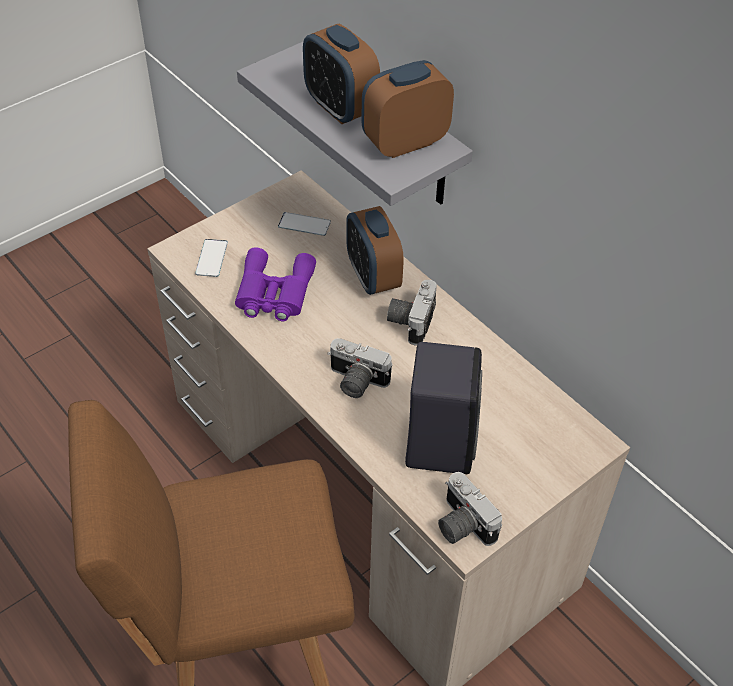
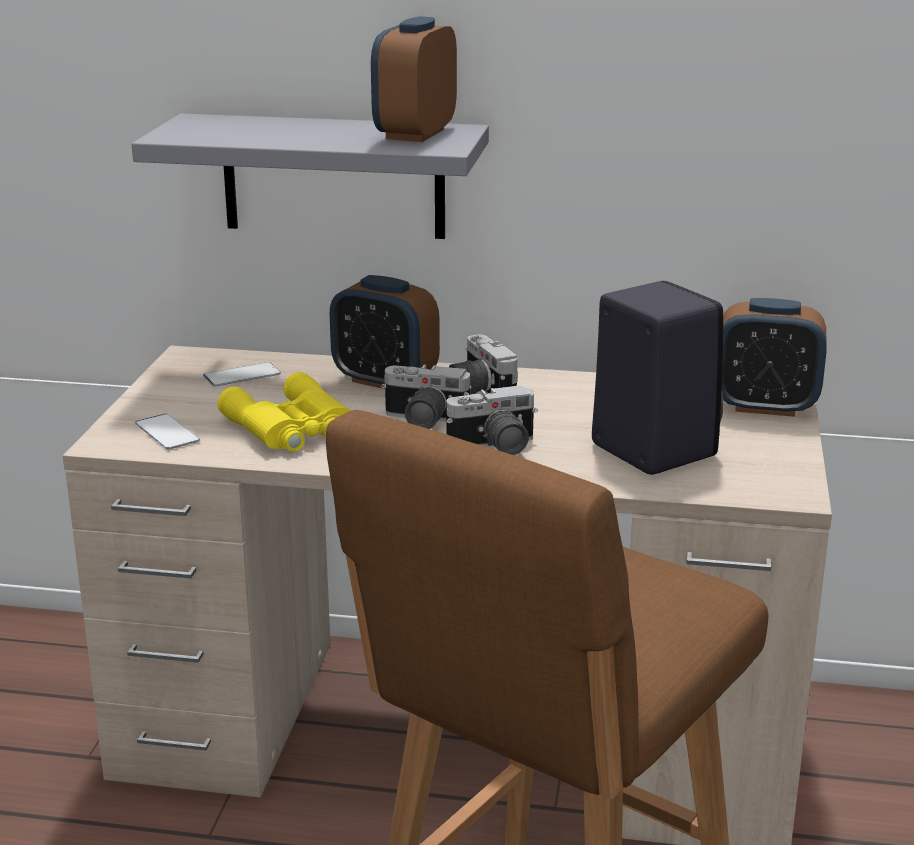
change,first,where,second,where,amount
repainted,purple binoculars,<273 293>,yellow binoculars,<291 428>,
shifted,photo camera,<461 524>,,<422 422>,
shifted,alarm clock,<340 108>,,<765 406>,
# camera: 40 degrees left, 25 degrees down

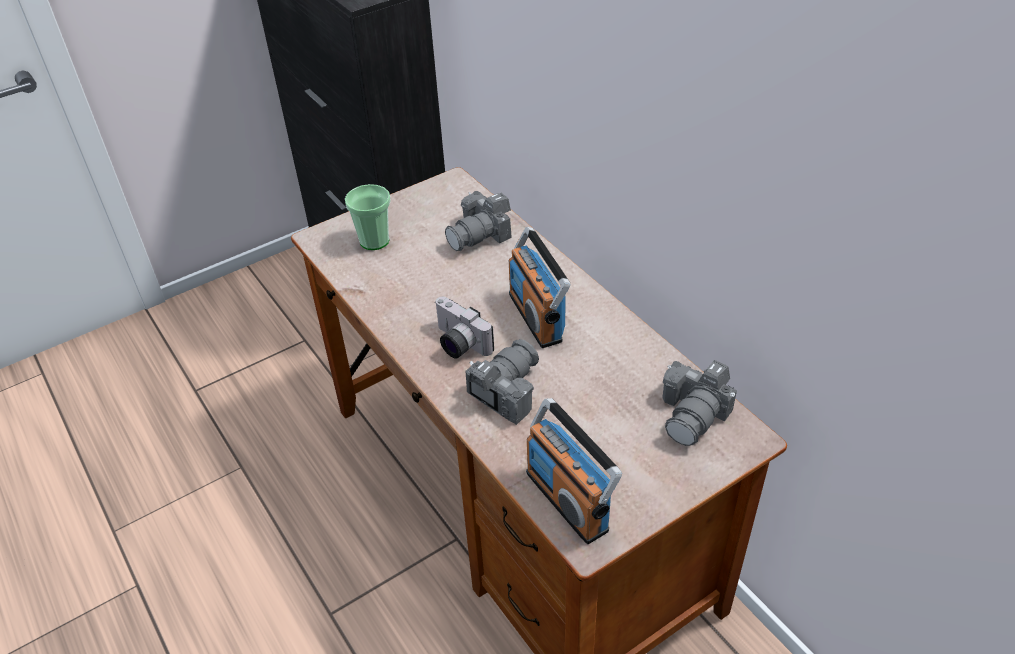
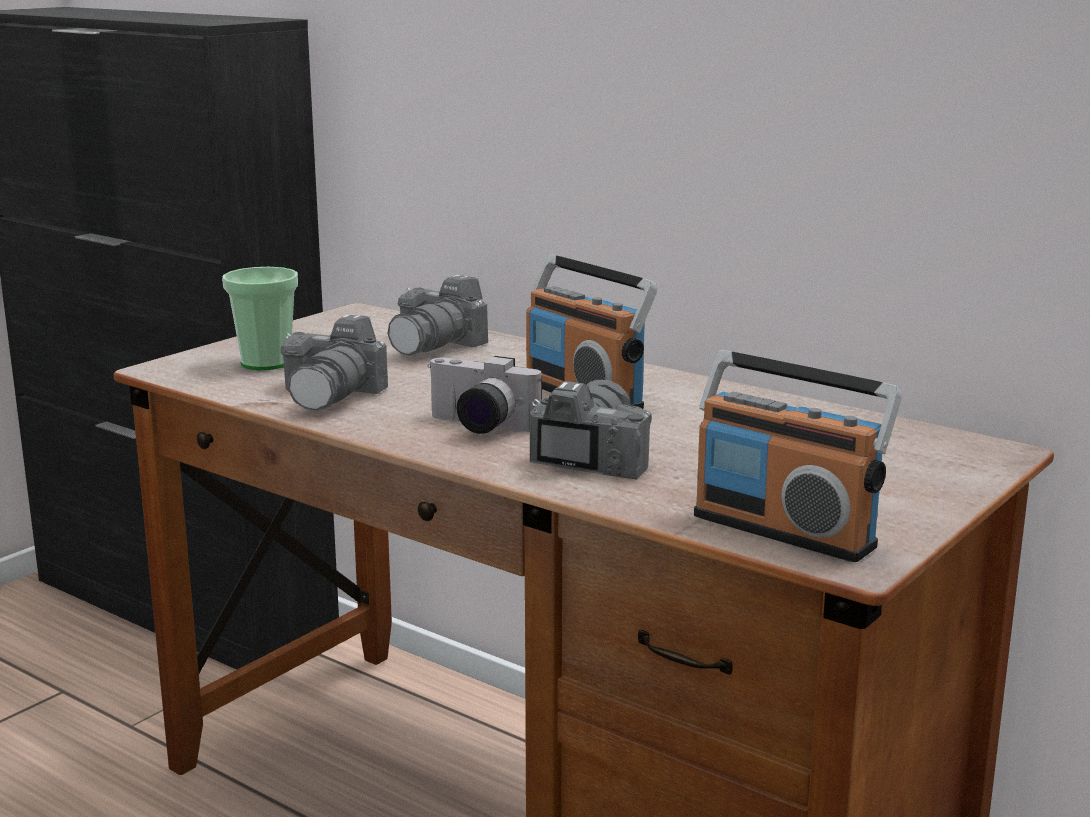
change,first,where,second,where,amount
shifted,photo camera,<694 414>,,<333 394>,
# camera: 20 degrees left, 25 degrees down

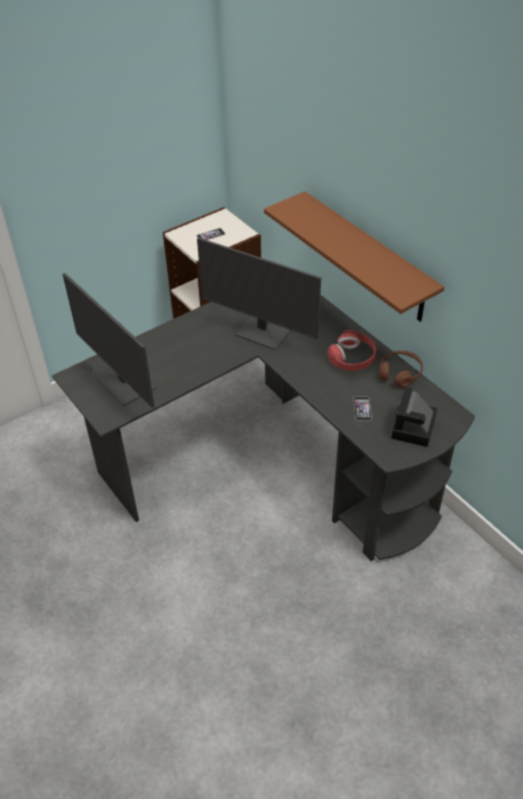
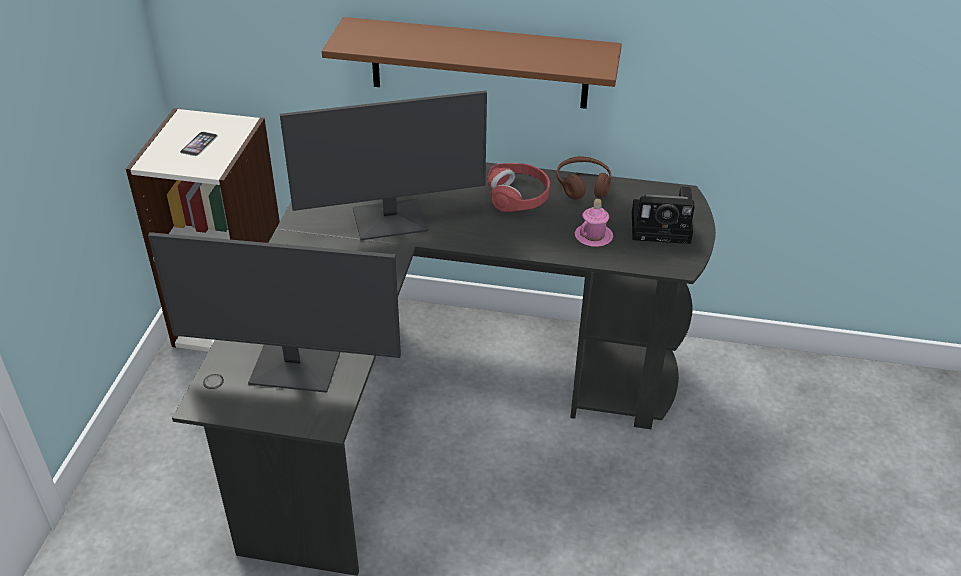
change,first,where,second,where,amount
swapped,phone,<362 408>,pink mug,<593 236>,
rotated,photo camera,<413 428>,,<663 227>,60 degrees counterclockwise
# camera: 45 degrees left, 5 degrees down

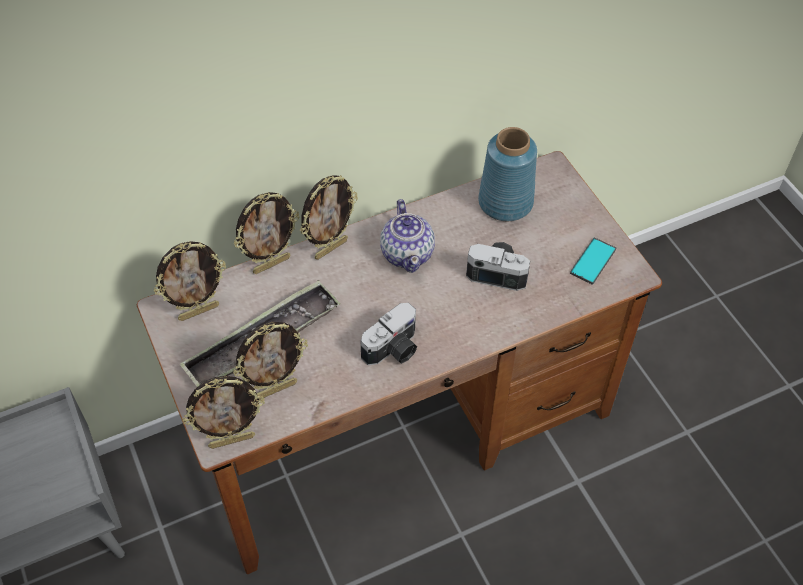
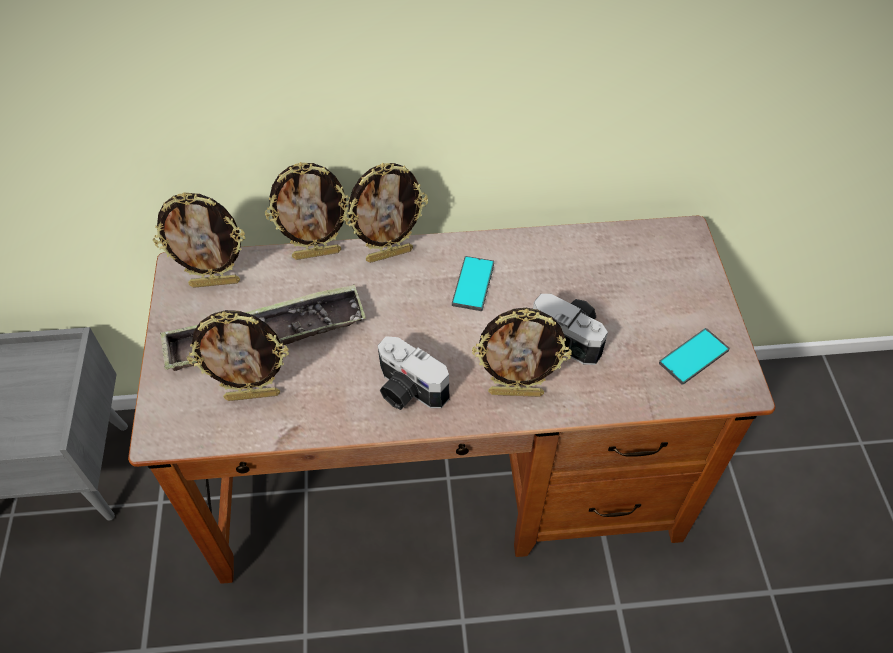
change,first,where,second,where,amount
rotated,photo camera,<394 350>,,<407 391>,60 degrees clockwise
swapped,teapot,<408 253>,phone,<473 284>,
shifted,picture frame,<232 440>,,<516 392>,
gone,blue vase,<504 202>,,,
# camera: 20 degrees right, 0 degrees up

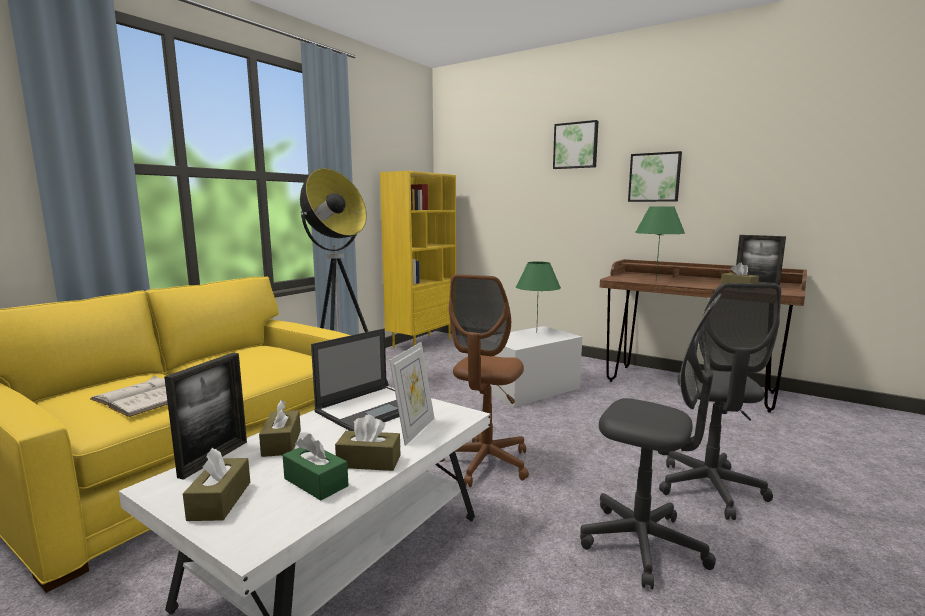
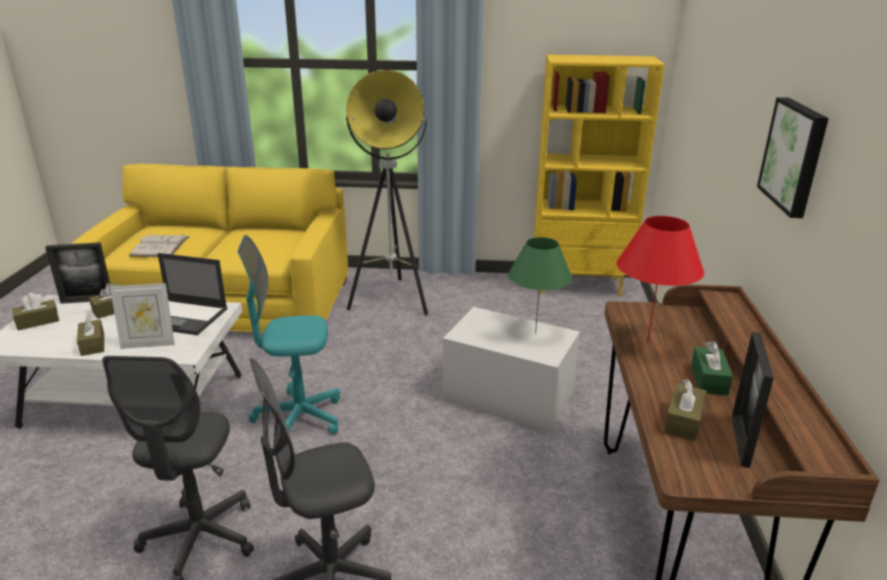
change,first,where,second,where,amount
repainted,brown office chair,<486 463>,turquoise office chair,<298 418>,
repainted,green table lamp,<655 281>,red table lamp,<647 343>,
shifted,green tissue box,<316 482>,,<709 379>,
gone,picture,<576 145>,,,
# camera: 60 degrees right, 15 degrees up

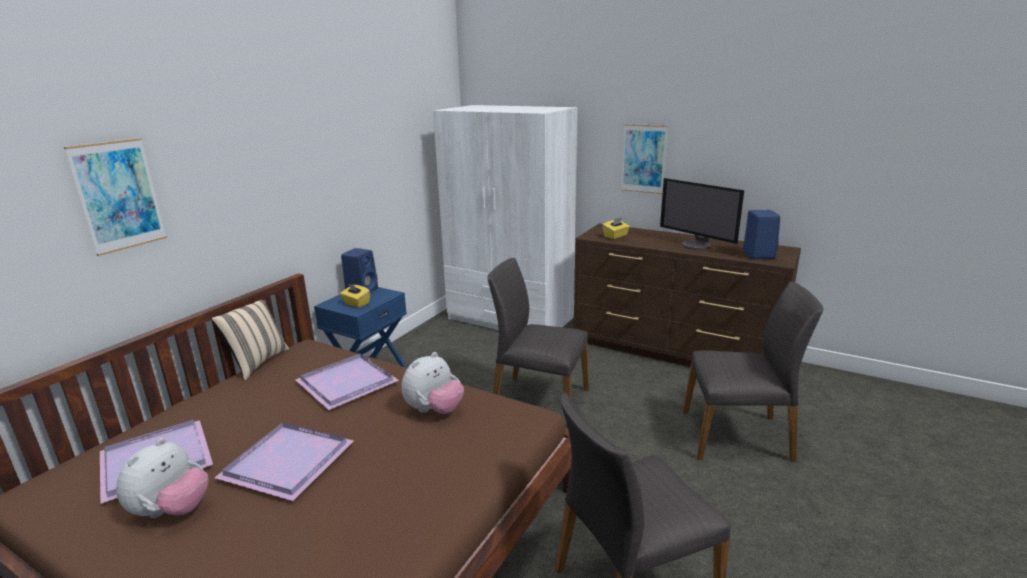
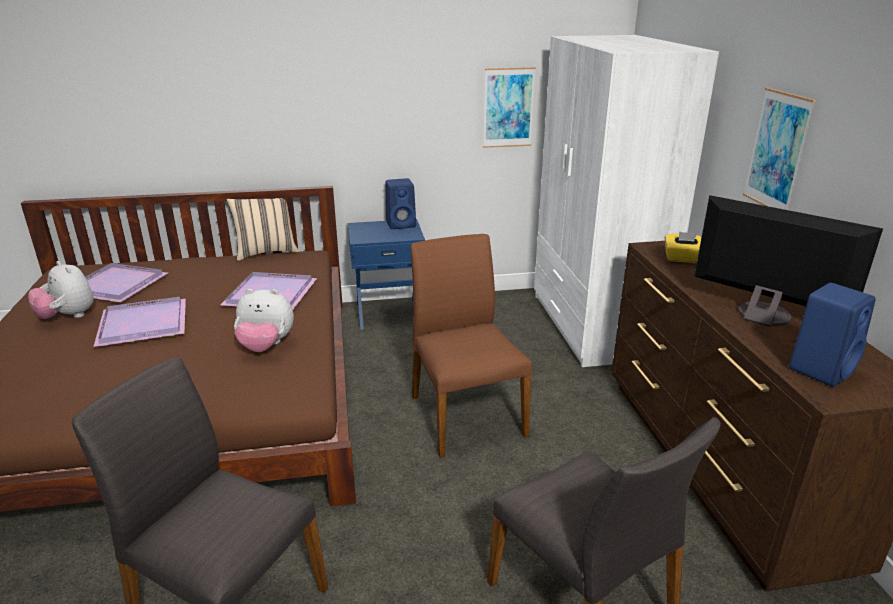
change,first,where,second,where,amount
rotated,plush toy,<172 510>,,<68 316>,60 degrees clockwise
repainted,grey chair,<539 400>,brown chair,<465 414>,
shifted,picture,<118 195>,,<508 108>,
rotated,monitor,<697 245>,,<762 315>,120 degrees clockwise
gone,yellow tissue box,<356 303>,,,
# camera: 50 degrees right, 5 degrees up

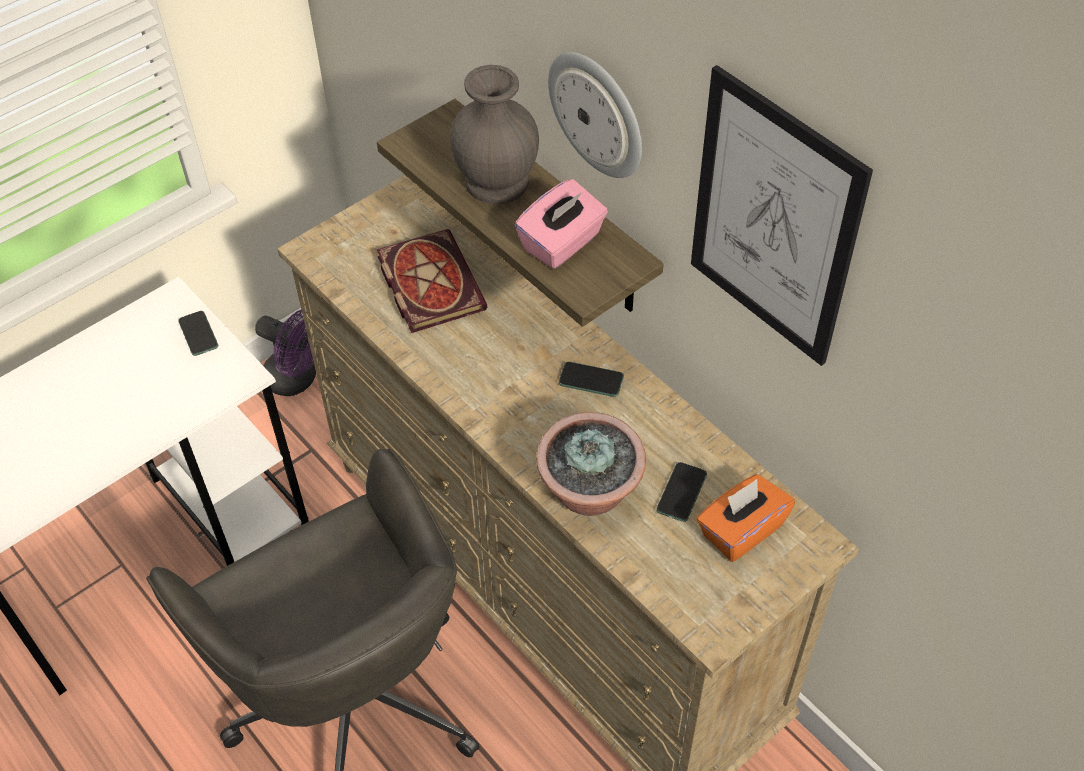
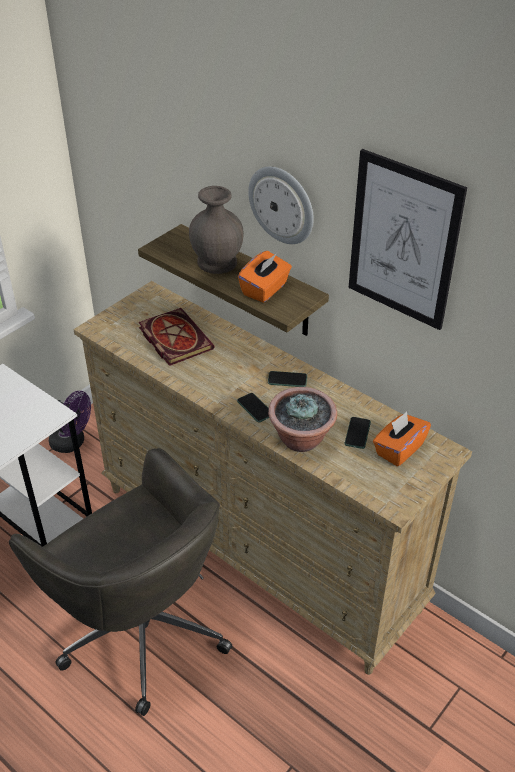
change,first,where,second,where,amount
shifted,phone,<198 334>,,<255 408>,
repainted,pink tissue box,<562 243>,orange tissue box,<265 289>,
# camera: 10 degrees left, 10 degrees down

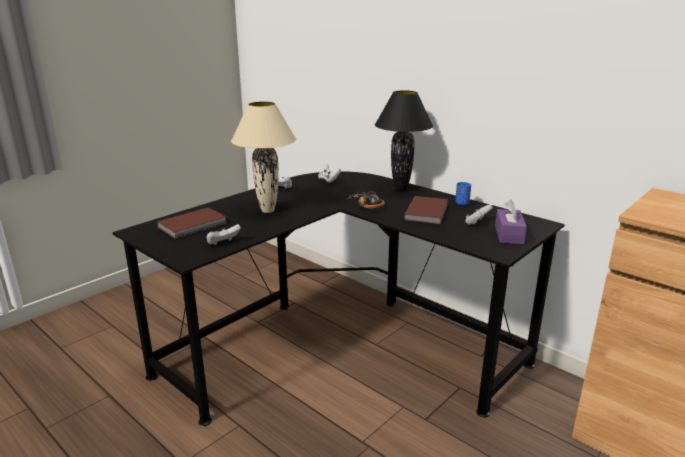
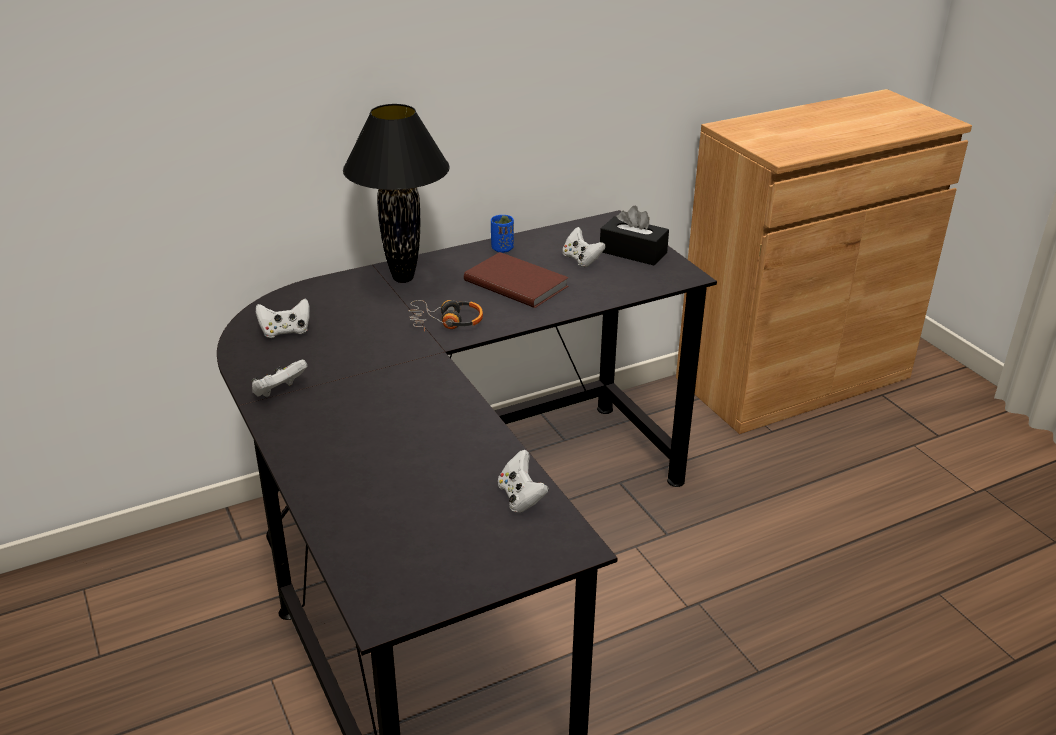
change,first,where,second,where,amount
repainted,purple tissue box,<509 234>,black tissue box,<633 252>,
gone,brown book,<194 225>,,,
gone,beige table lamp,<267 211>,,,
# camera: 70 degrees left, 10 degrees up

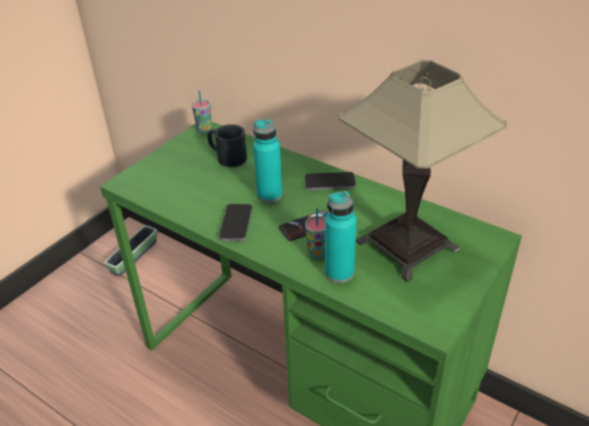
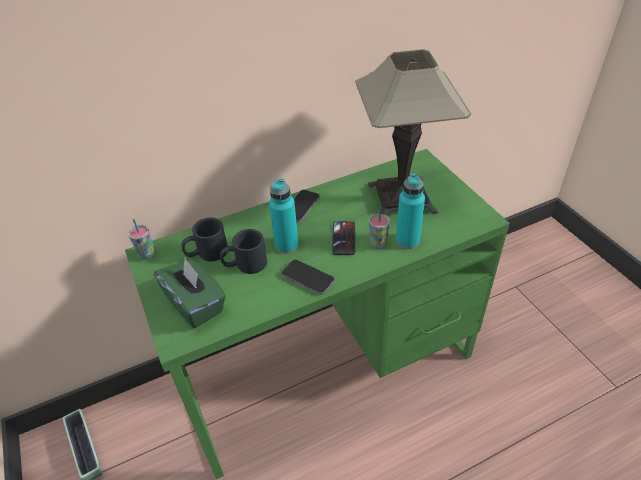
change,first,where,second,where,amount
new,,,green tissue box,<196 304>,
new,,,black mug,<245 264>,
# camera: 60 degrees left, 5 degrees up

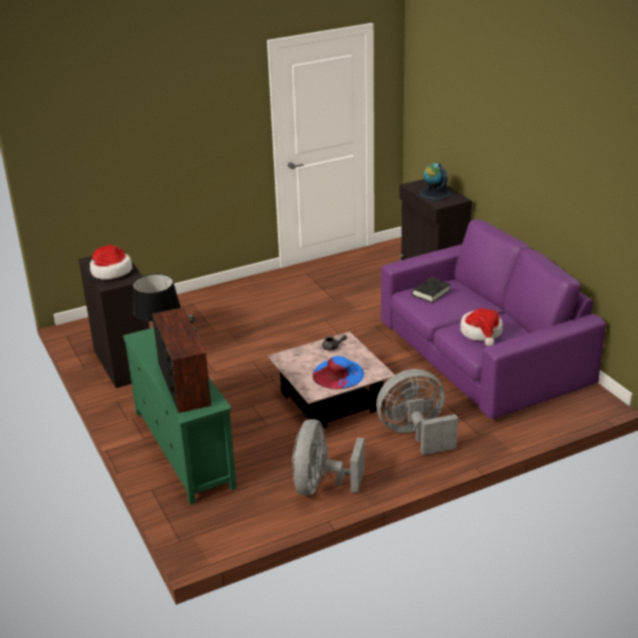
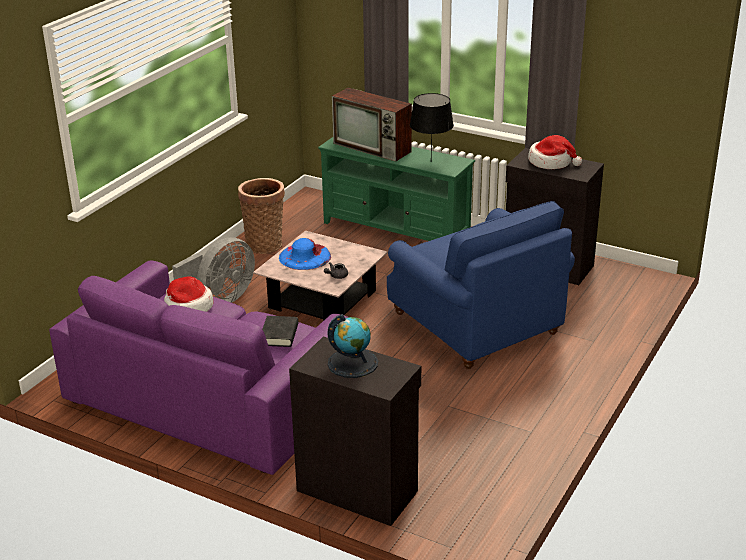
change,first,where,second,where,amount
swapped,grey fan,<321 486>,basket,<265 244>,
new,,,blue armchair,<475 324>,
# camera: 145 degrees right, 0 degrees up

